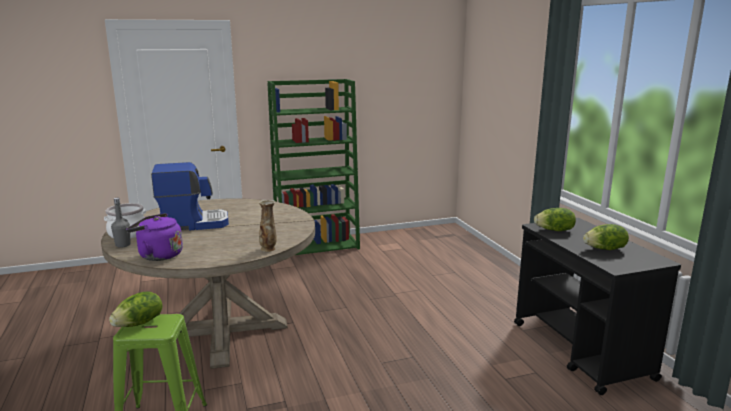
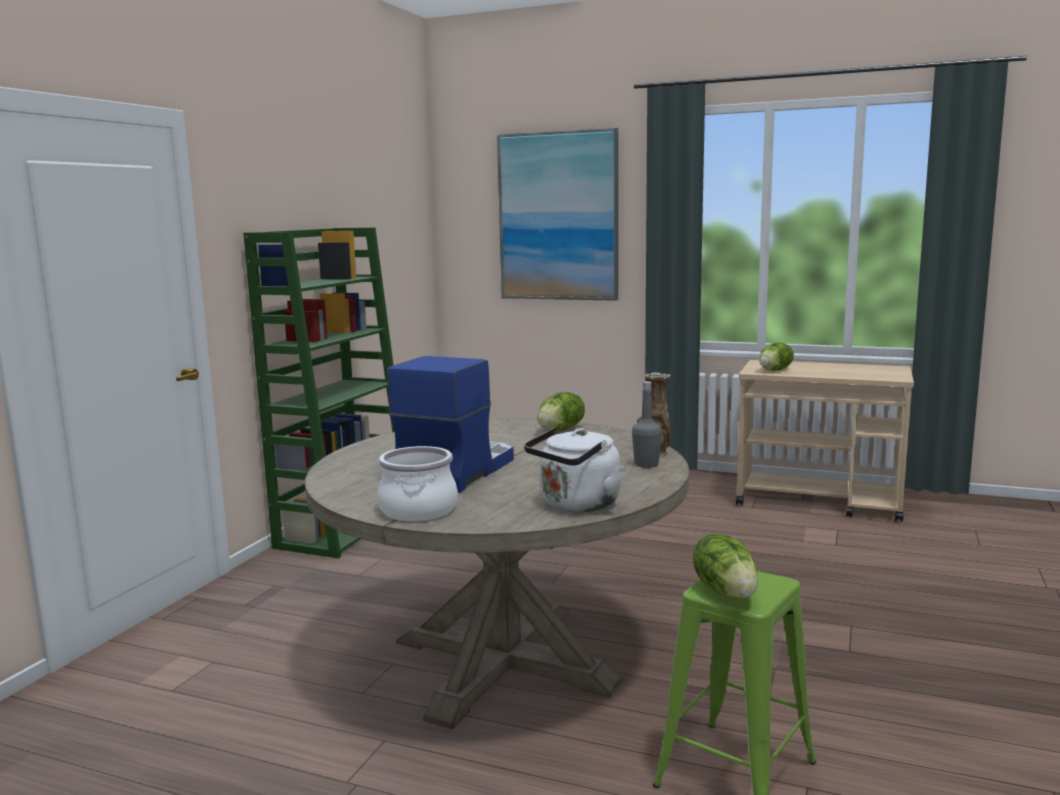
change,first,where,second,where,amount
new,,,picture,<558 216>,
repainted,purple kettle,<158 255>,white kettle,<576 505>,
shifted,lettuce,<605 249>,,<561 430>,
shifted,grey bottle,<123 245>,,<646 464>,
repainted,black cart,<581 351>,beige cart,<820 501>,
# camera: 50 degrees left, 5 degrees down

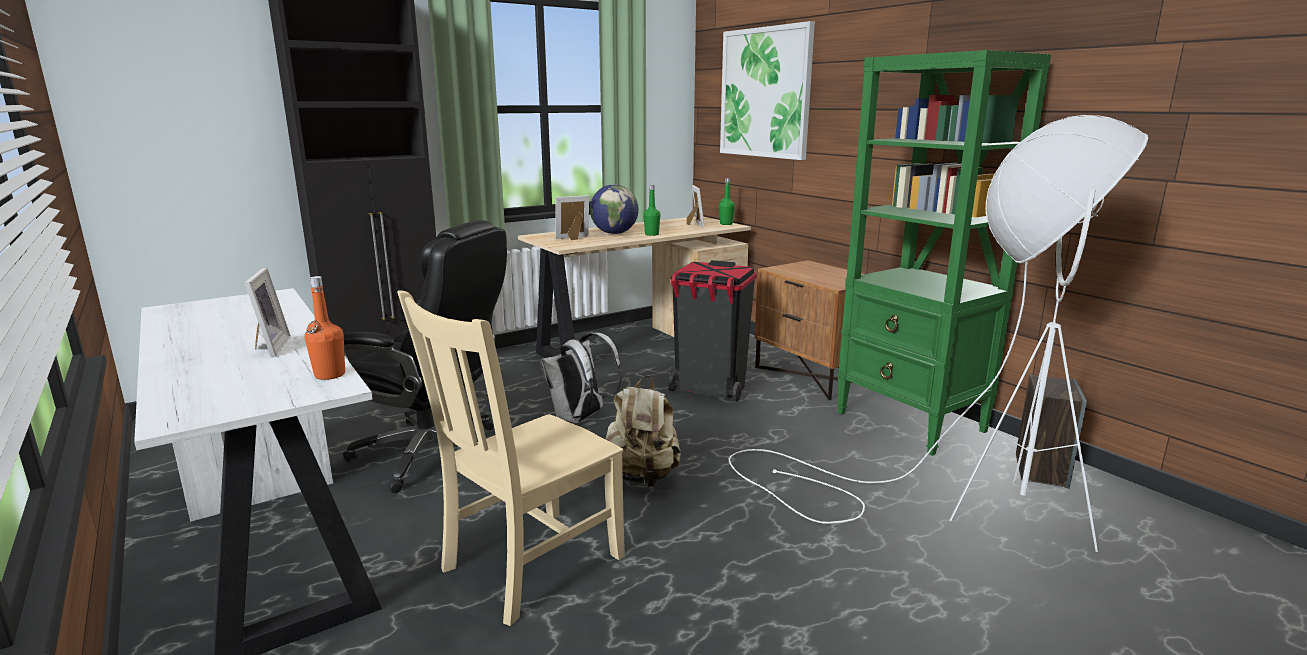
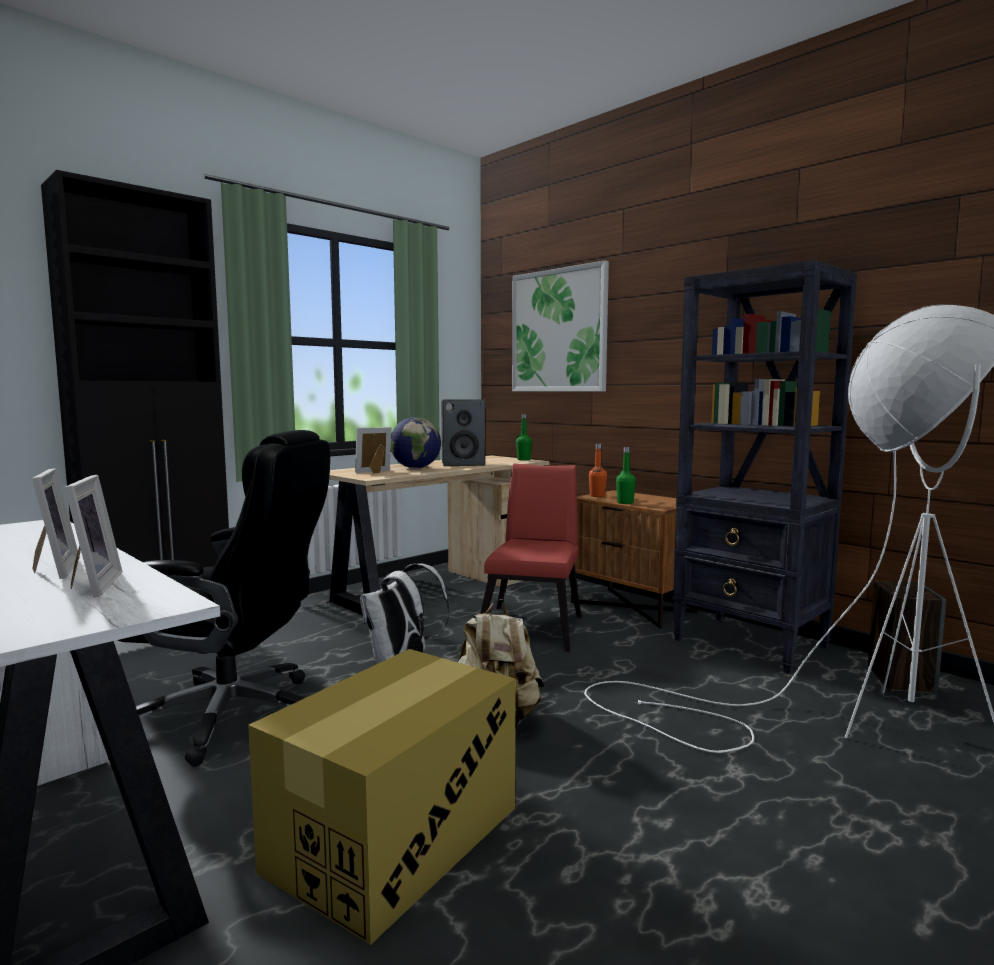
change,first,where,second,where,amount
shifted,picture frame,<694 225>,,<89 586>,
swapped,beige chair,<528 565>,cardboard box,<394 838>,
new,,,speaker,<463 464>,
swapped,black trash can,<710 389>,red chair,<534 626>,
shifted,orange bottle,<330 375>,,<597 496>,
shifted,green bottle,<651 234>,,<625 503>,
repainted,green bookcase,<911 422>,black bookcase,<751 644>,
# camera: 10 degrees left, 10 degrees down

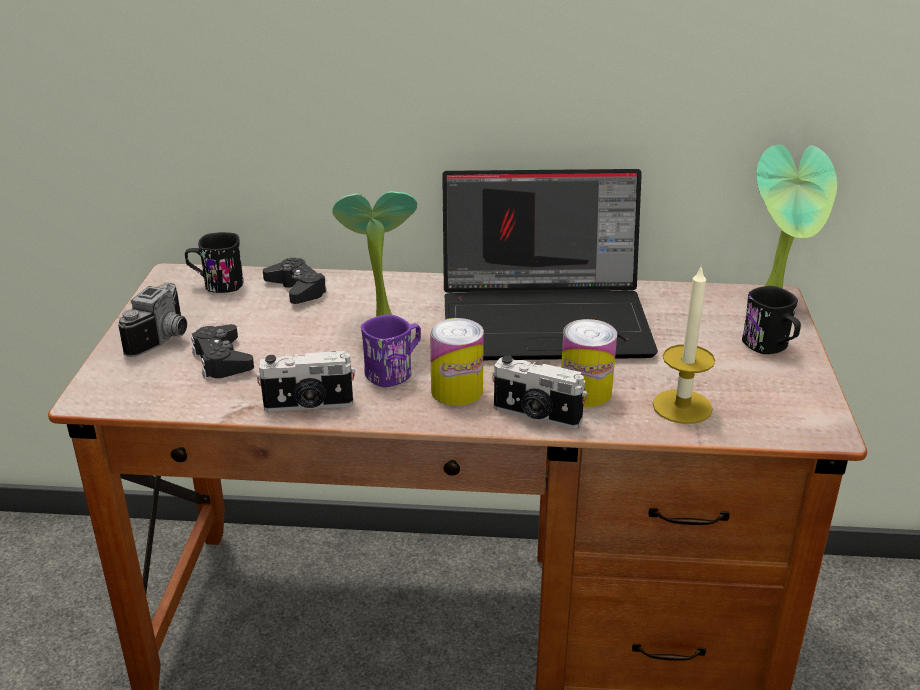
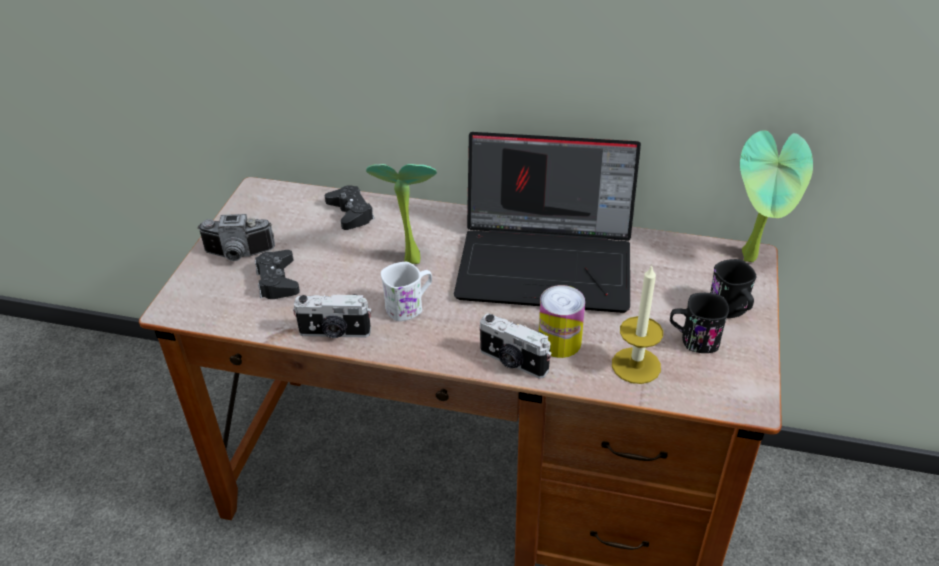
change,first,where,second,where,amount
rotated,photo camera,<165 338>,,<238 255>,60 degrees clockwise
repainted,purple mug,<395 372>,white mug,<410 306>,
shifted,black mug,<217 284>,,<693 340>,
gone,can,<457 390>,,,
# camera: 10 degrees right, 10 degrees up

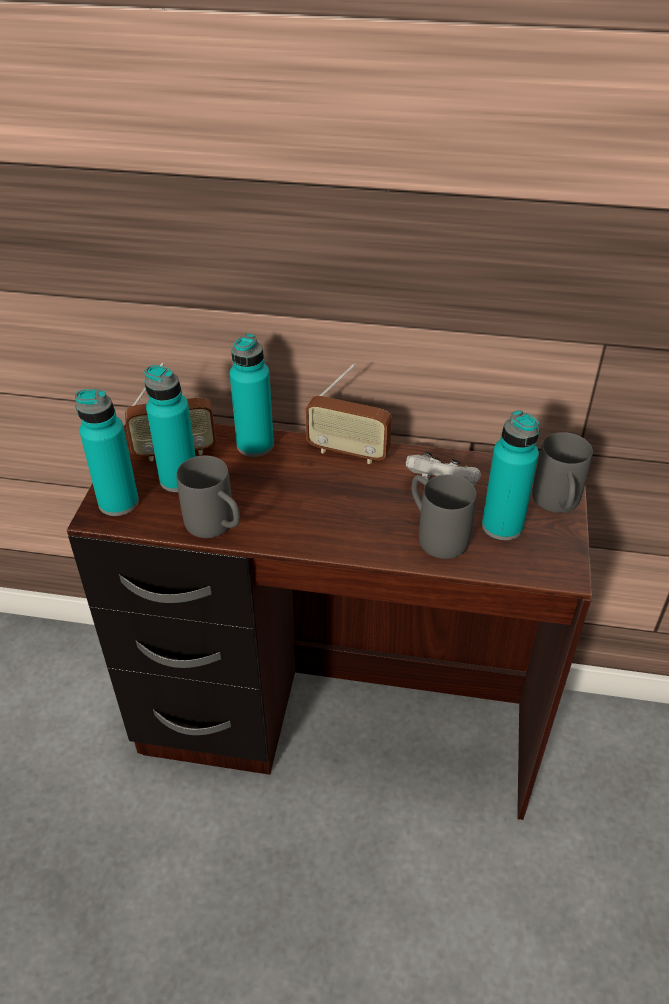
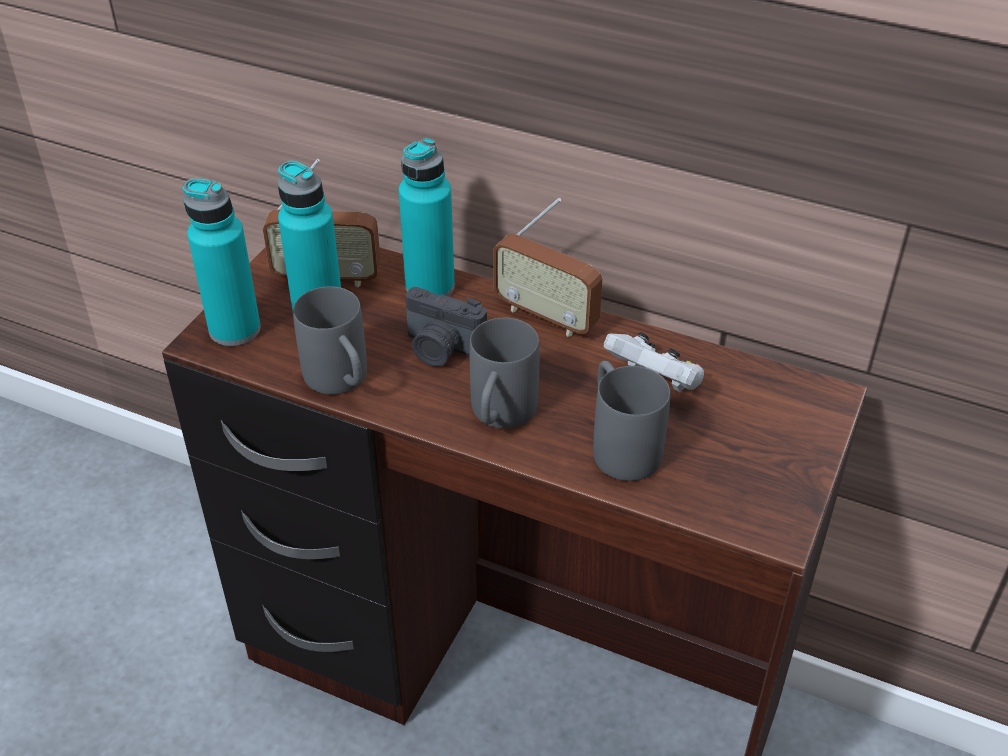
change,first,where,second,where,amount
new,,,photo camera,<441 349>,
shifted,grey mug,<557 505>,,<499 417>,
gone,turquoise bottle,<502 526>,,,
# camera: 15 degrees right, 0 degrees up

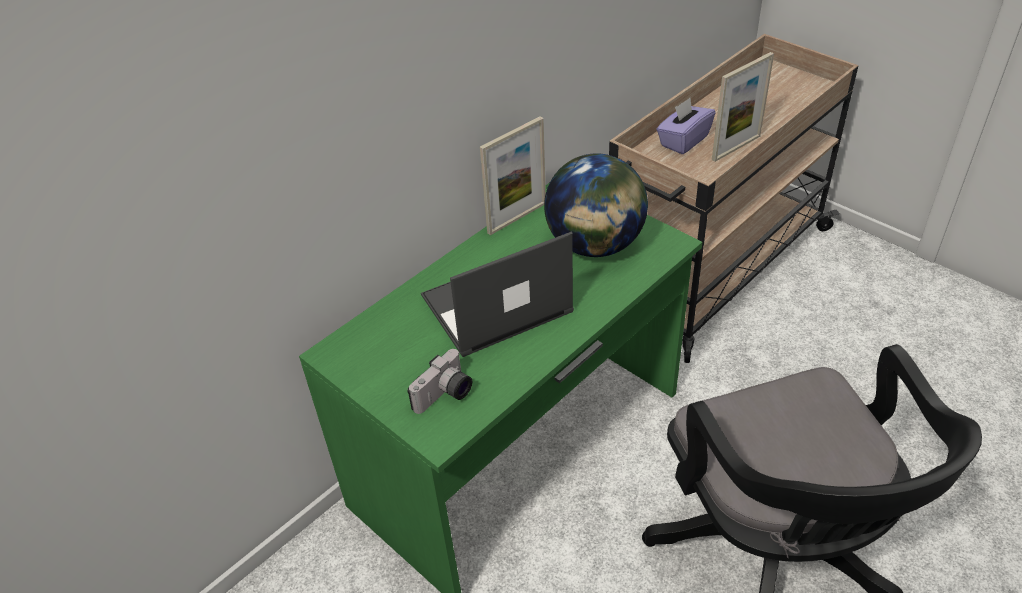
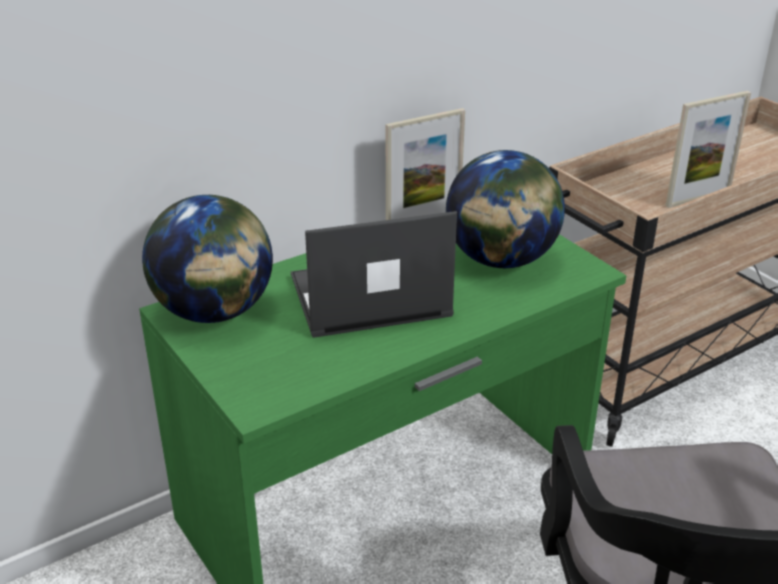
change,first,where,second,where,amount
new,,,globe,<215 311>,
gone,photo camera,<445 396>,,,
gone,purple tissue box,<683 141>,,,
# camera: 10 degrees right, 10 degrees down

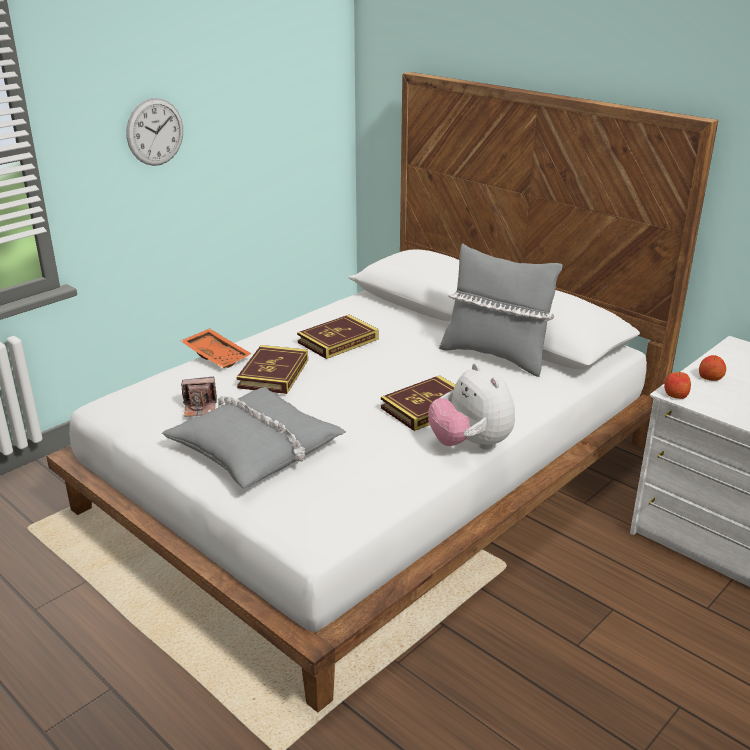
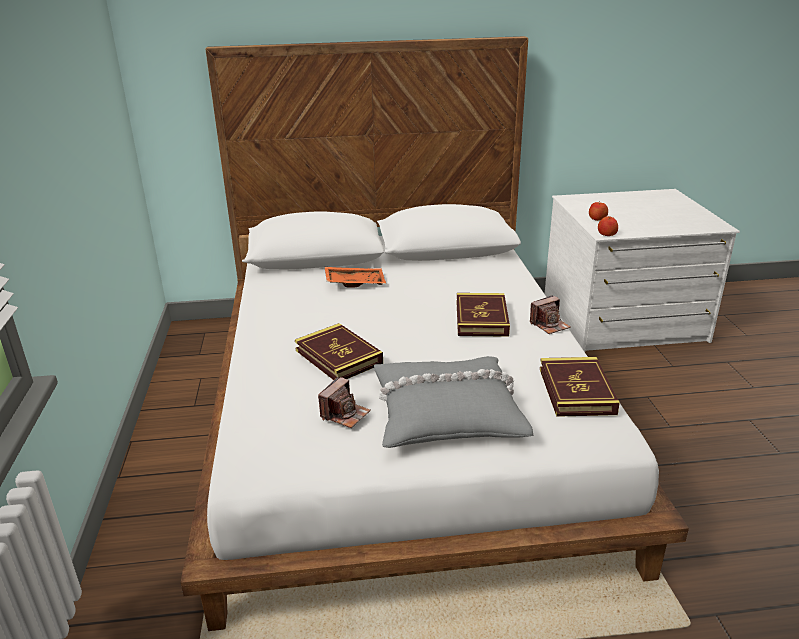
change,first,where,second,where,amount
shifted,orange tray,<217 355>,,<355 282>,
swapped,plush toy,<470 444>,photo camera,<549 325>,
shifted,book,<338 341>,,<576 391>,
gone,wall clock,<155 132>,,,
gone,grey pillow,<495 356>,,,
# camera: 50 degrees left, 0 degrees up

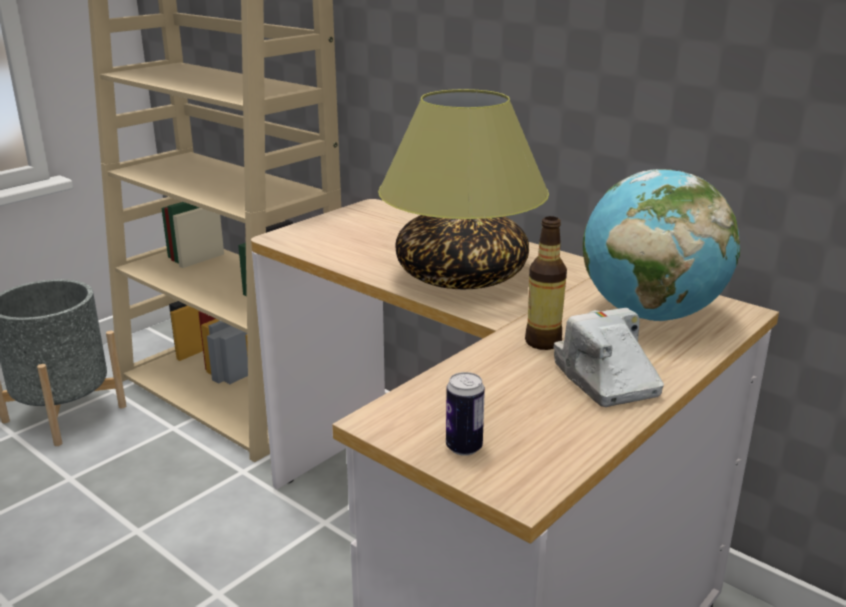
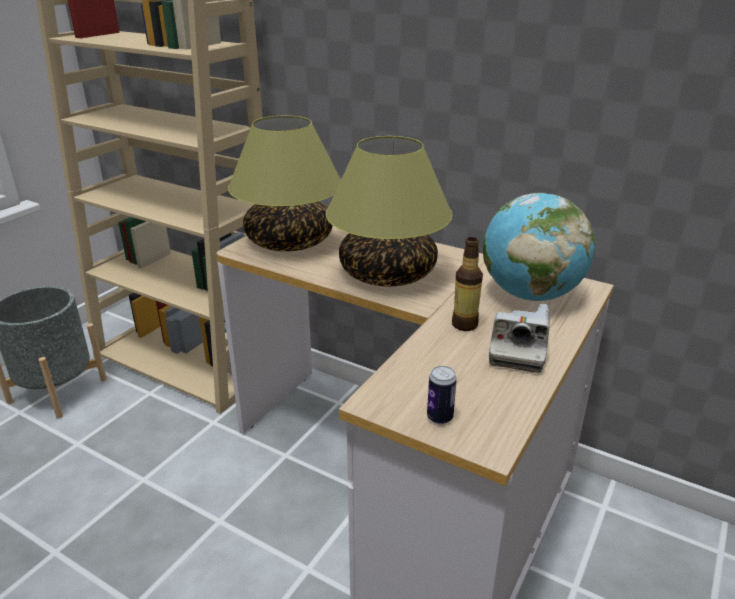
change,first,where,second,where,amount
new,,,table lamp,<289 242>,
rotated,photo camera,<605 379>,,<517 351>,135 degrees counterclockwise
# camera: 10 degrees left, 5 degrees up

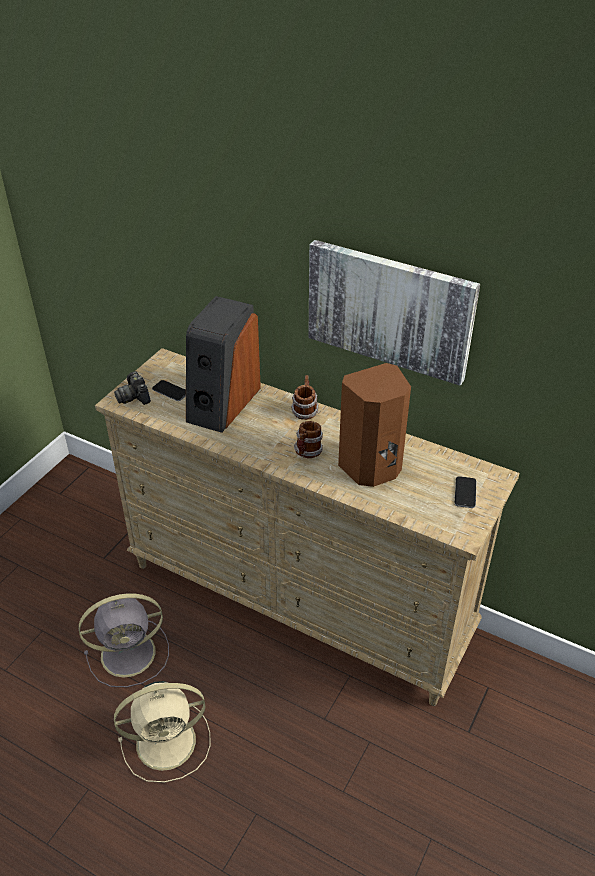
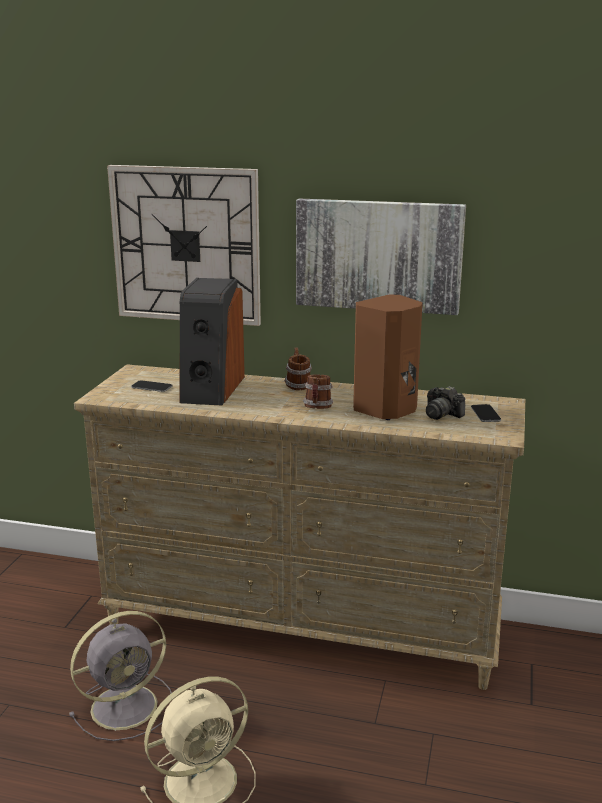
change,first,where,second,where,amount
new,,,wall clock,<186 245>,
shifted,photo camera,<134 397>,,<441 414>,
# camera: 15 degrees left, 20 degrees down

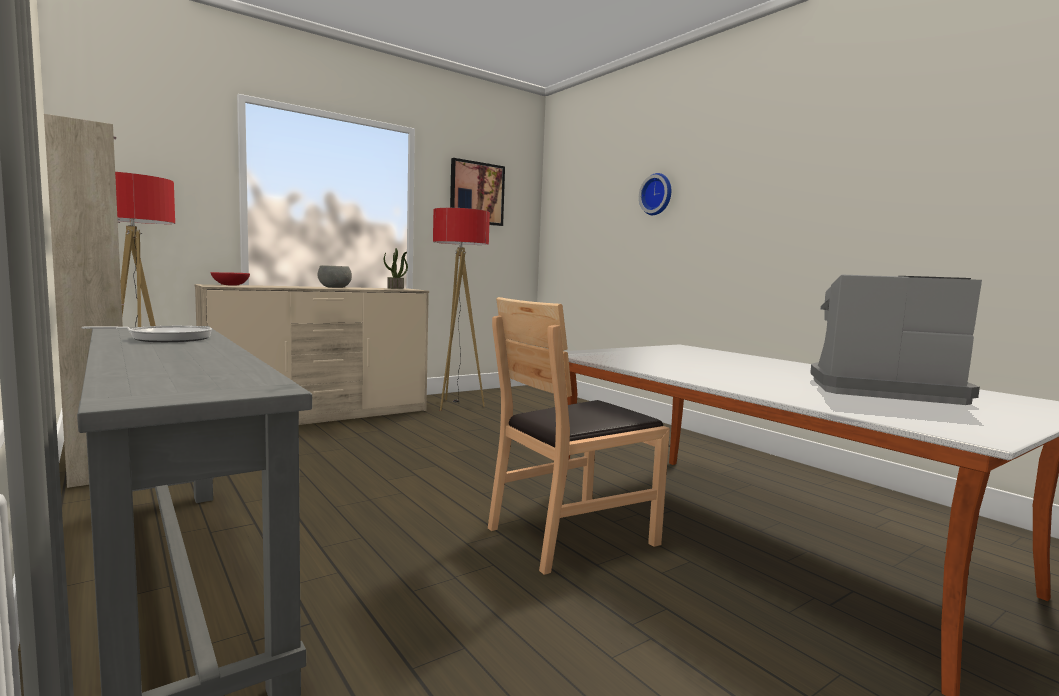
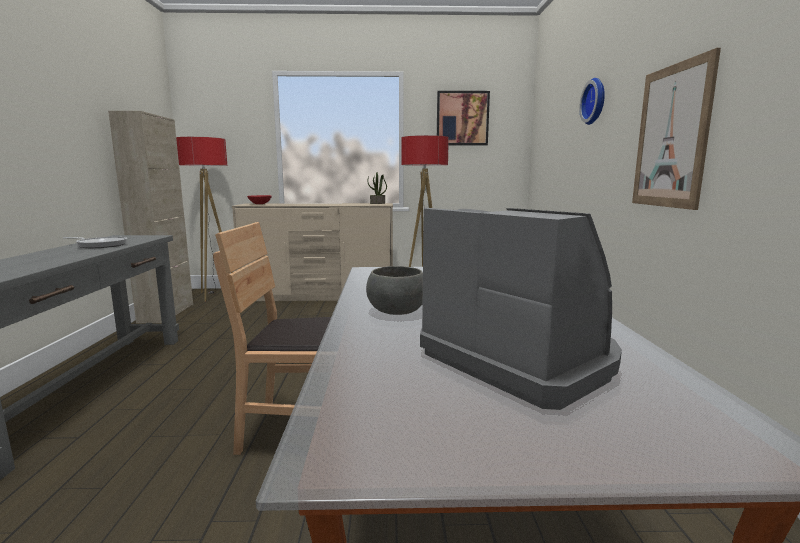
change,first,where,second,where,amount
shifted,grey bowl,<335 287>,,<397 311>,
new,,,picture,<671 136>,
# camera: 35 degrees right, 5 degrees up

